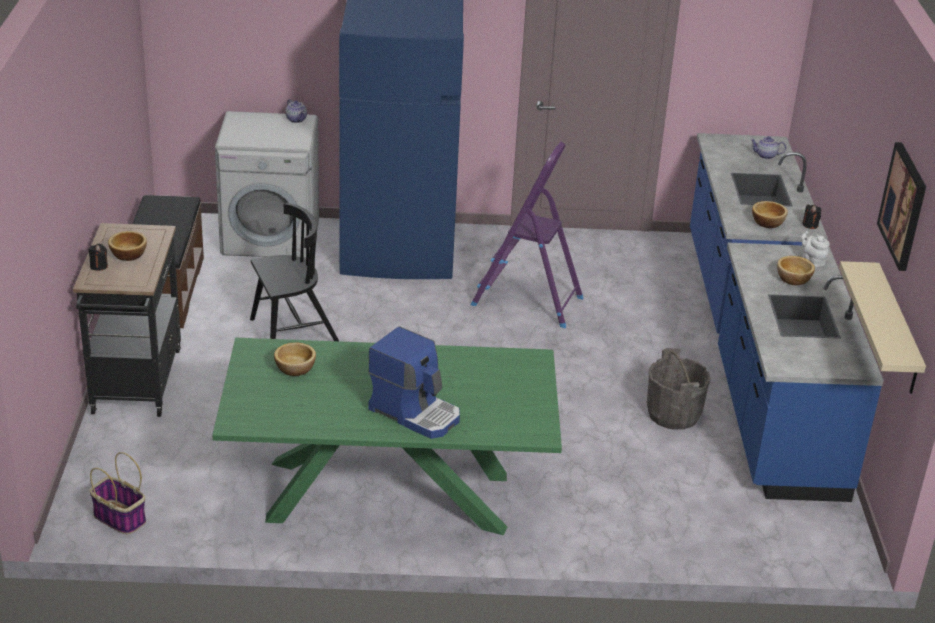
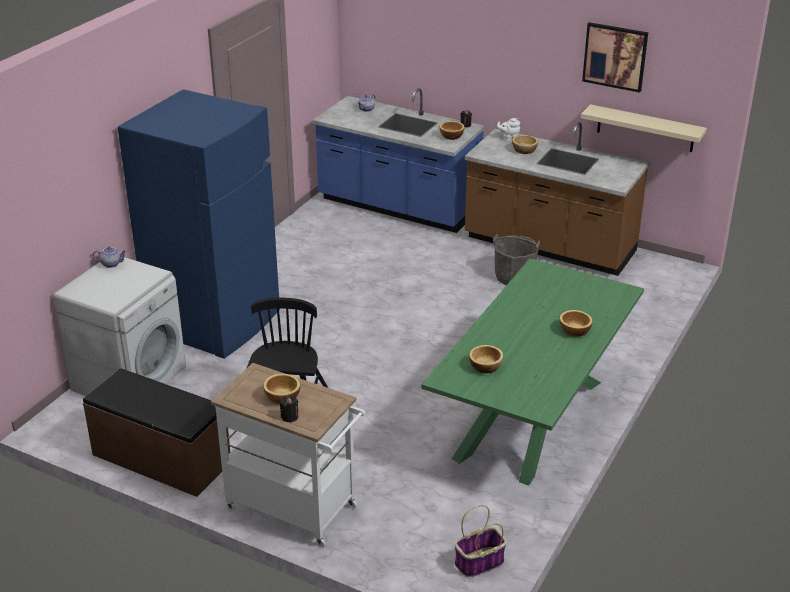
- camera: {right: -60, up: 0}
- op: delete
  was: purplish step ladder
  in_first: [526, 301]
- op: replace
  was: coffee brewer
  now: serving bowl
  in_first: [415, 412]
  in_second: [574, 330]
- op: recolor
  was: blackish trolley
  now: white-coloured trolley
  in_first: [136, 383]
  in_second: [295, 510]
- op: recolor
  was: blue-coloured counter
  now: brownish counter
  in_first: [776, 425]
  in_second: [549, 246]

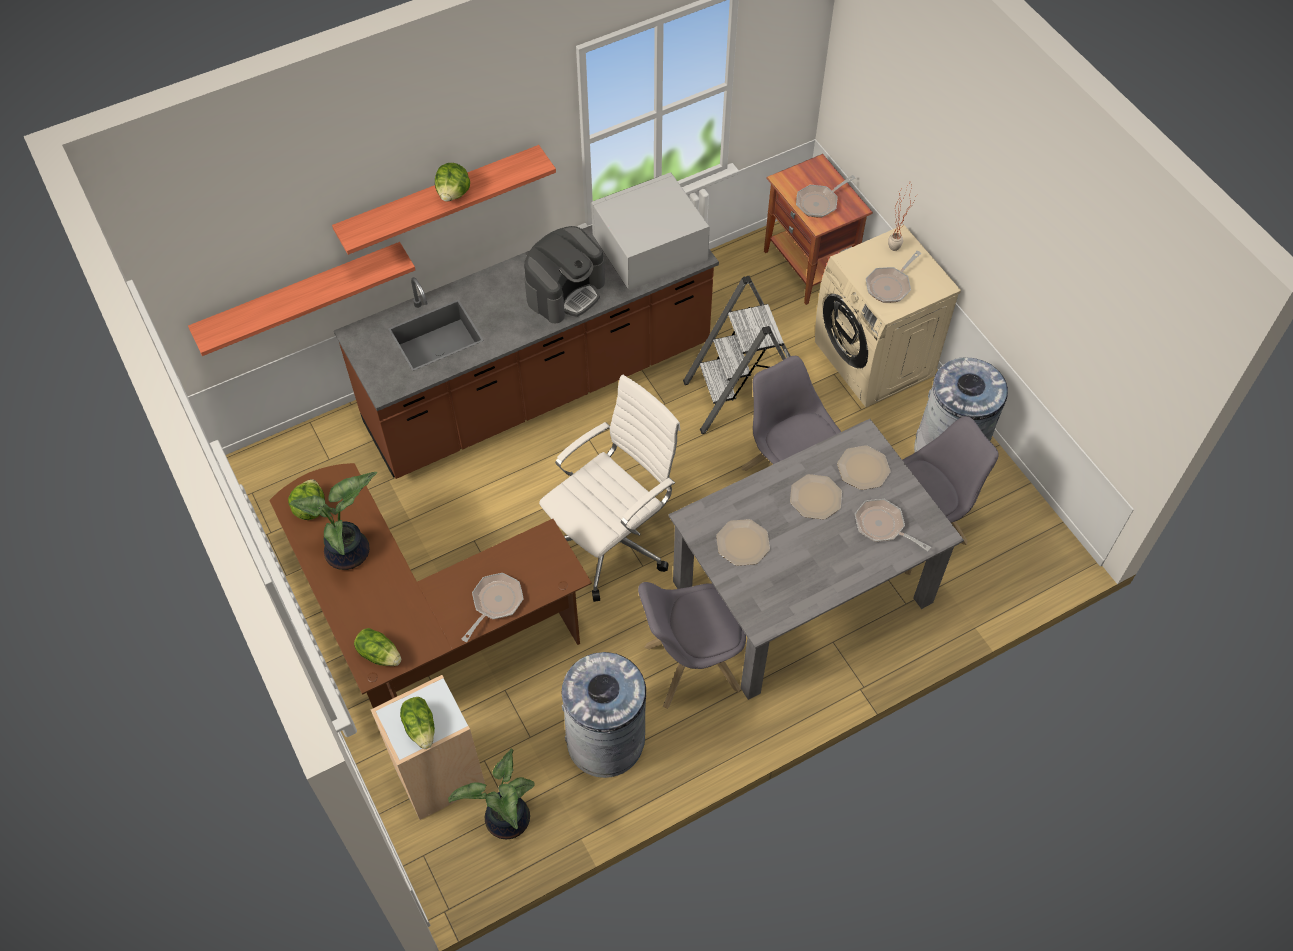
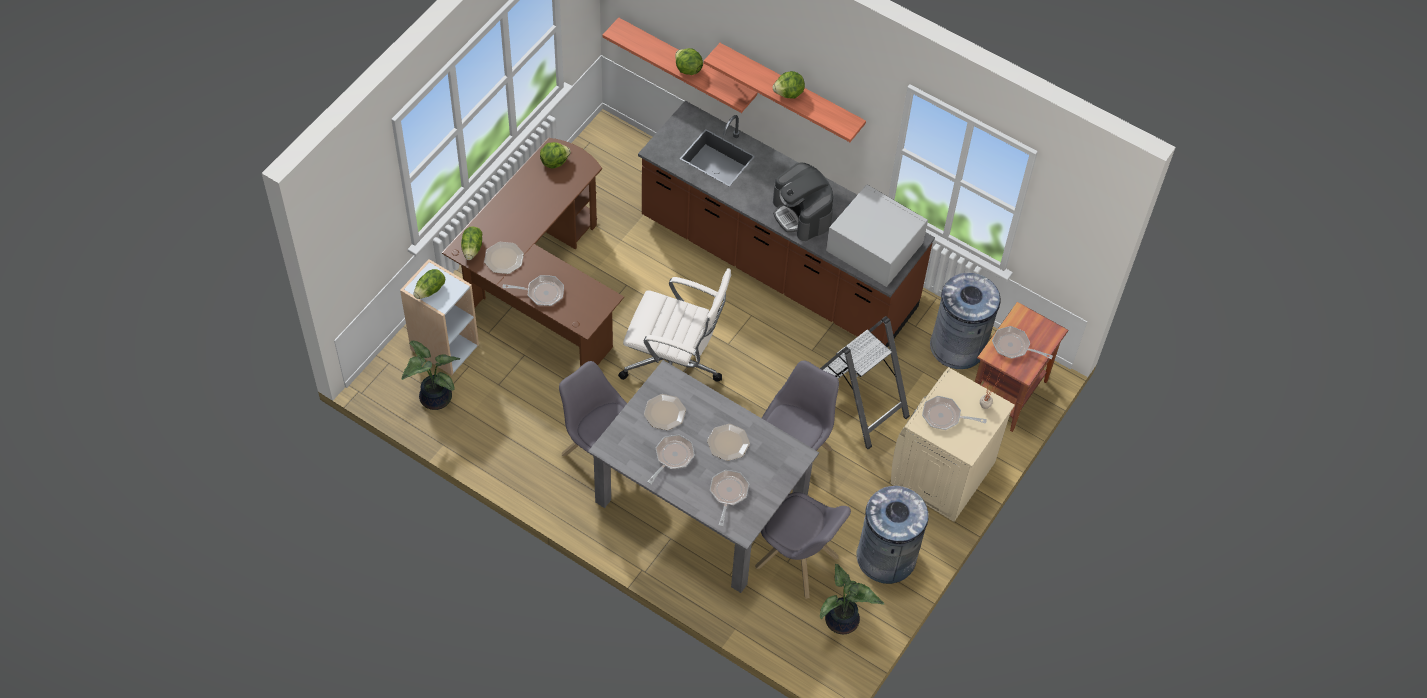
- camera: {right: 60, up: 0}
- op: insert
  now: pan
  in_second: [672, 457]
- op: insert
  now: head of lettuce
  in_second: [688, 69]
- op: move
  was: plant in a pot
  in_first: [350, 553]
  in_second: [842, 622]
- op: move
  was: grey trash can
  in_first: [606, 741]
  in_second: [958, 346]
- op: move
  was: plate
  in_first: [863, 468]
  in_second: [504, 258]
- op: rotate
  was: coffee brewer
  in_first: [565, 291]
  in_second: [802, 214]
  clockwise: 45

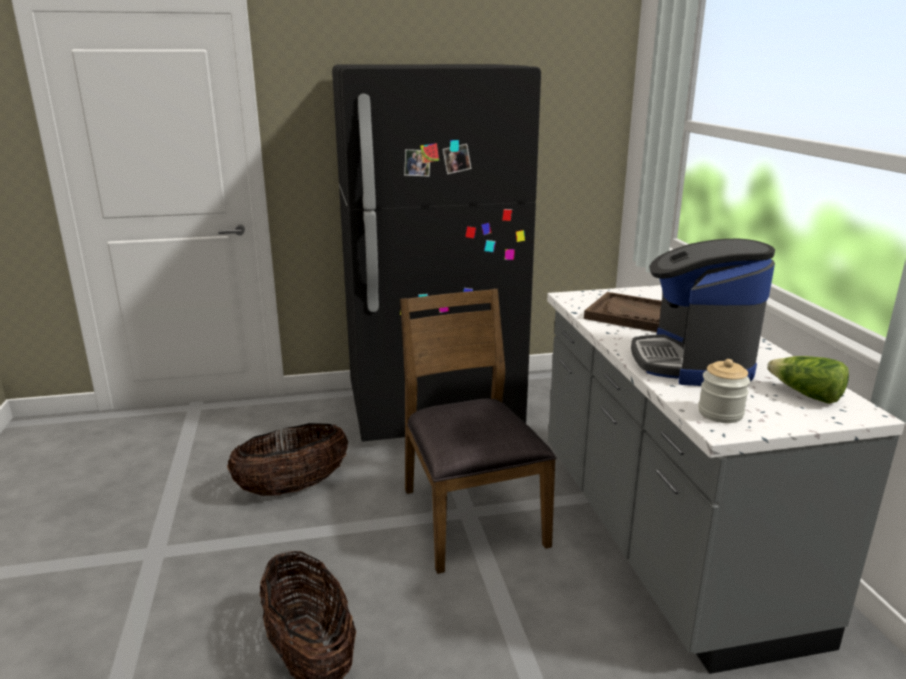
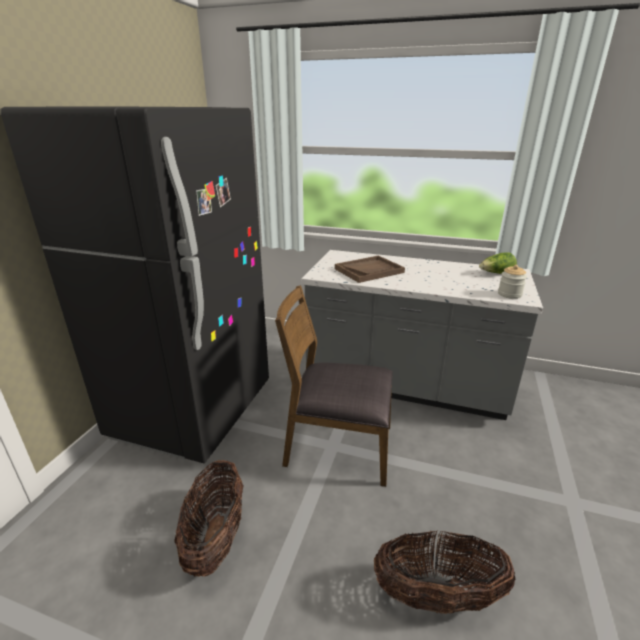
- camera: {right: -60, up: 5}
- op: delete
  was: coffee brewer
  in_first: [693, 362]

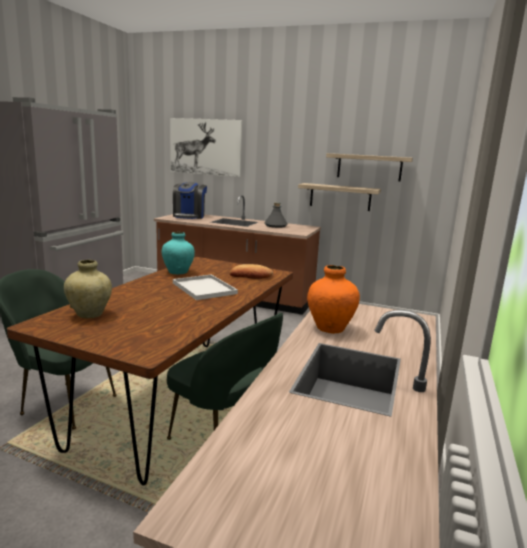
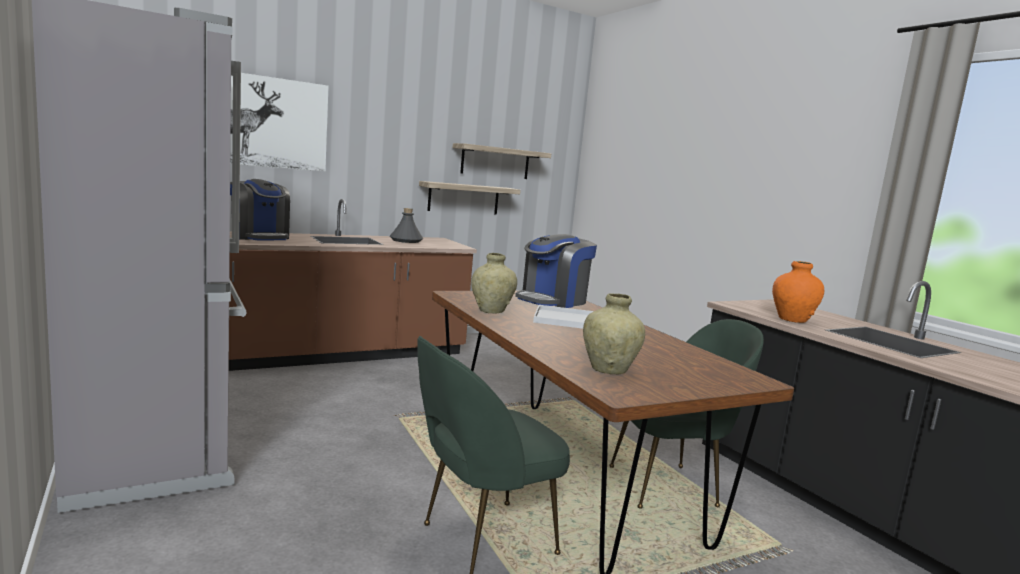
- camera: {right: -50, up: -5}
- op: replace
  was: bread
  now: coffee brewer
  in_first: [250, 276]
  in_second: [553, 300]
- op: recolor
  was: turquoise-coloured flower vase
  now: sand-coloured flower vase
  in_first: [178, 272]
  in_second: [491, 311]

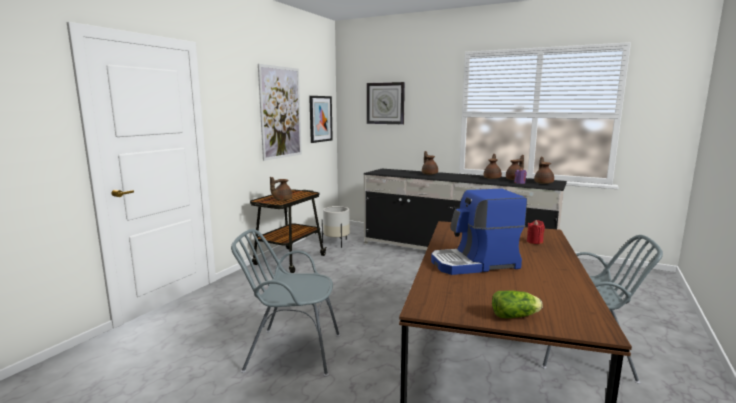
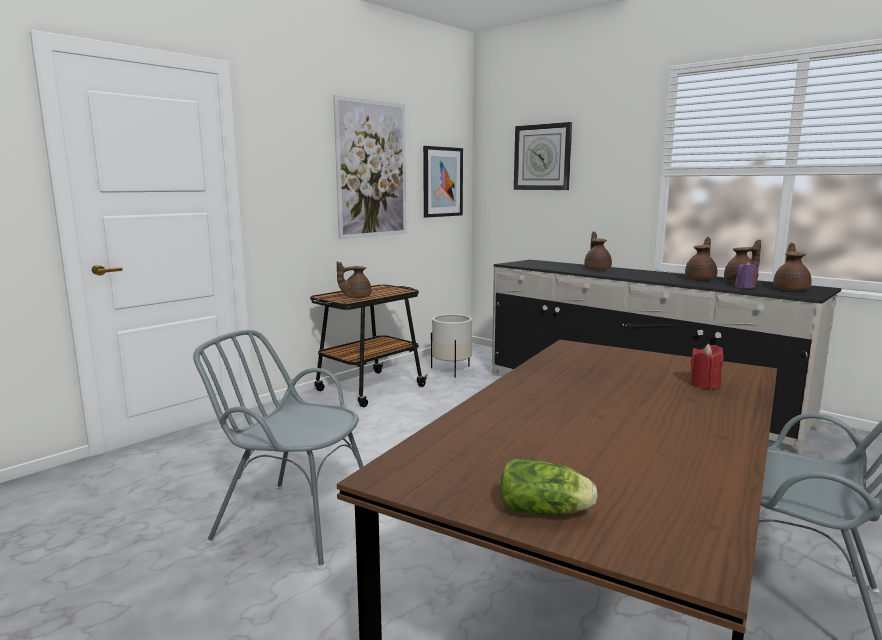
- camera: {right: 15, up: 0}
- op: delete
  was: coffee brewer
  in_first: [475, 264]

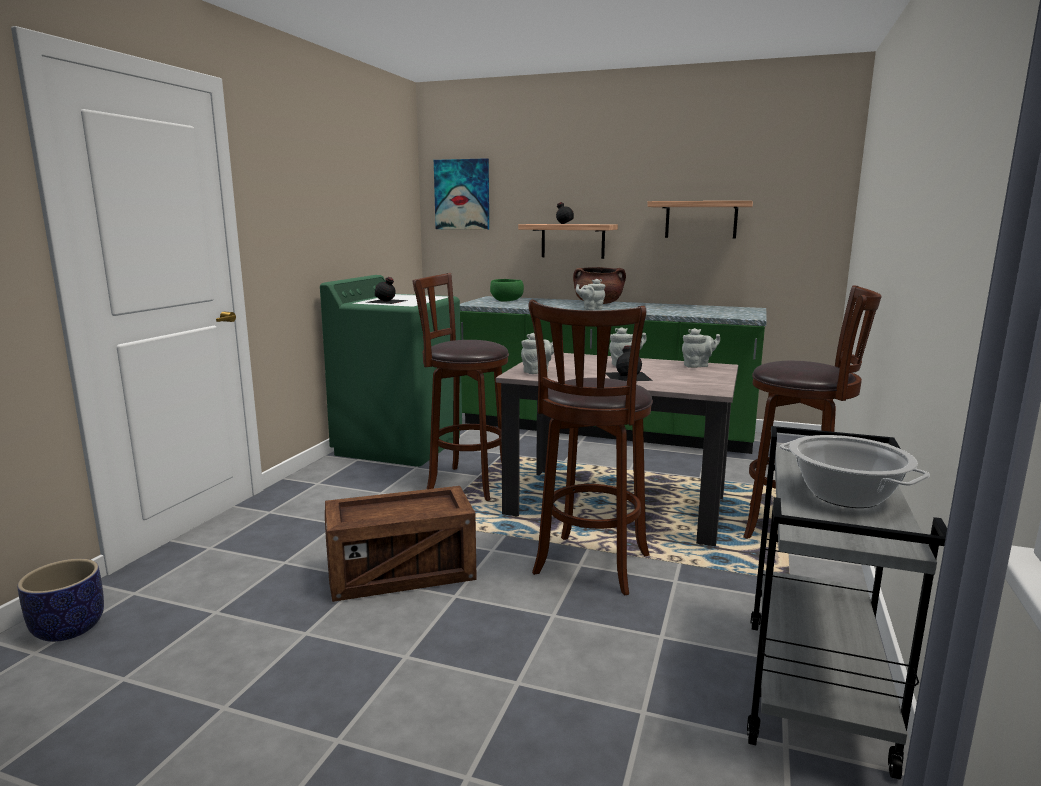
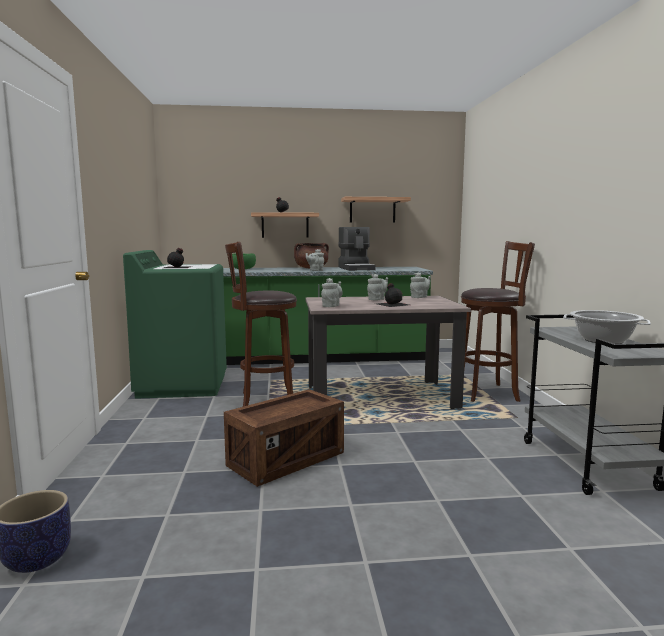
- camera: {right: -25, up: -5}
- op: delete
  was: picture
  in_first: [462, 194]
- op: delete
  was: brownish stool seat
  in_first: [590, 567]
- op: insert
  now: coffee brewer
  in_second: [356, 268]

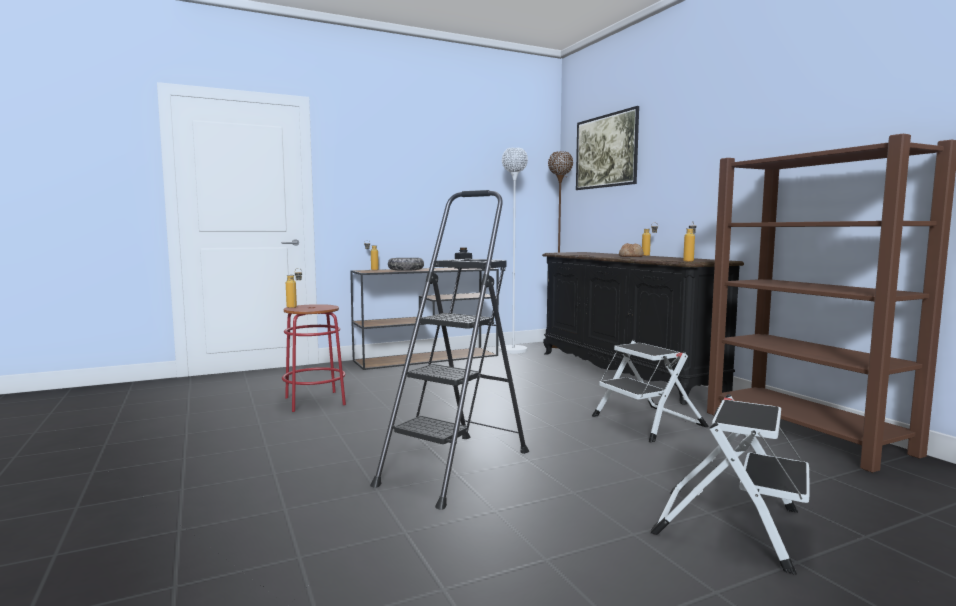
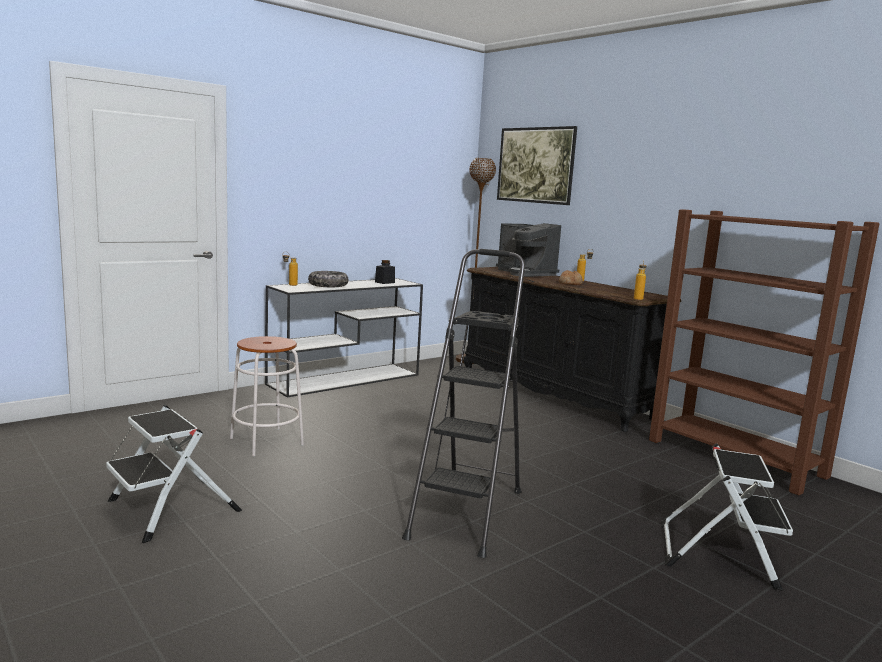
- camera: {right: -15, up: 5}
- op: delete
  was: bottle
  in_first: [295, 307]
- op: delete
  was: white-coloured standing lamp
  in_first: [513, 350]
- op: insert
  now: coffee brewer
  in_second: [526, 273]
- op: move
  was: step ladder
  in_first: [648, 422]
  in_second: [172, 507]
- op: recolor
  was: red stool seat
  now: white-coloured stool seat
  in_first: [315, 401]
  in_second: [266, 441]
- op: recolor
  was: brownish console table
  now: white-coloured console table
  in_first: [428, 358]
  in_second: [346, 379]

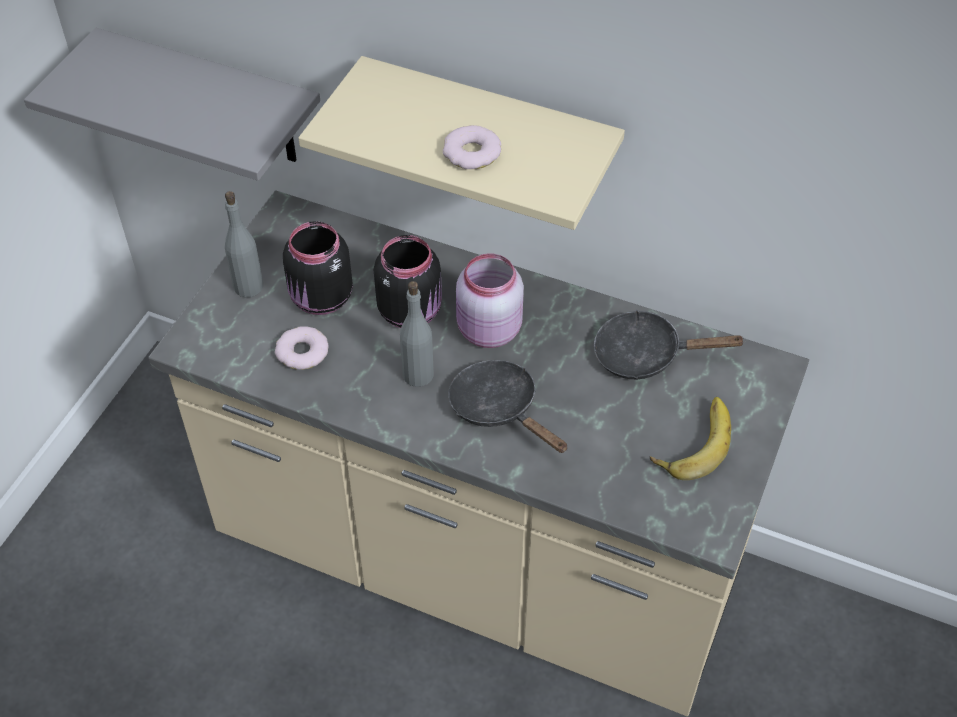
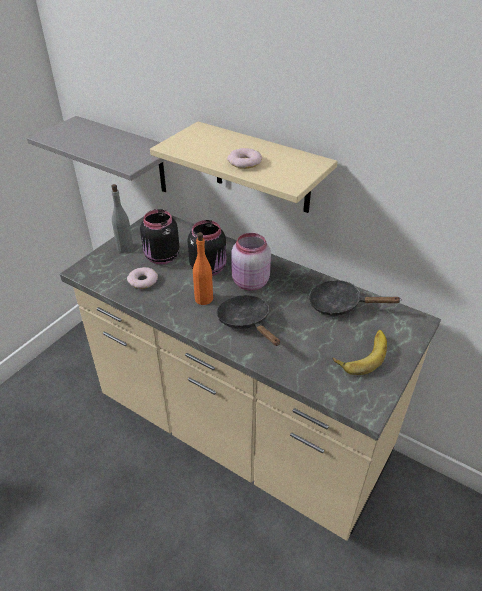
- camera: {right: 10, up: -10}
- op: recolor
  was: grey bottle
  now: orange bottle
  in_first: [418, 374]
  in_second: [204, 299]

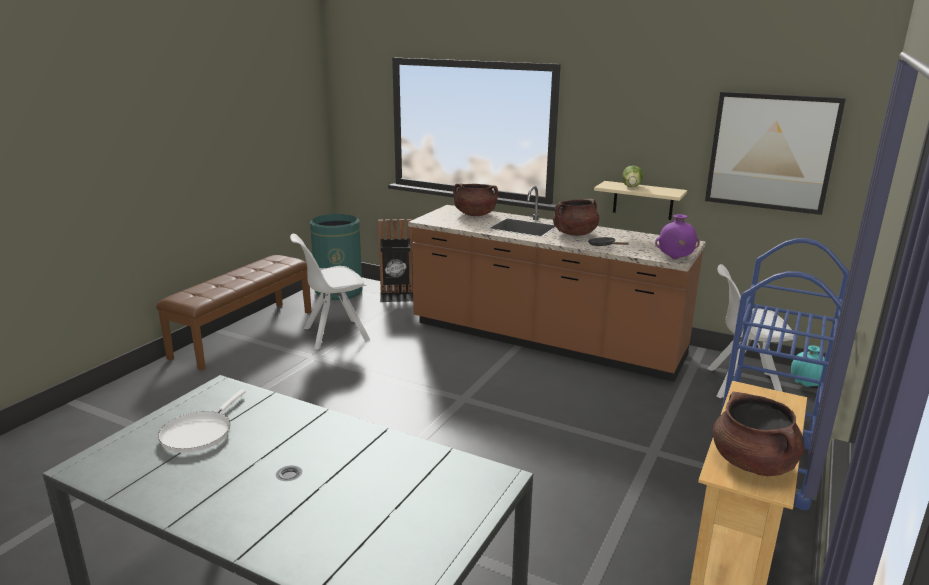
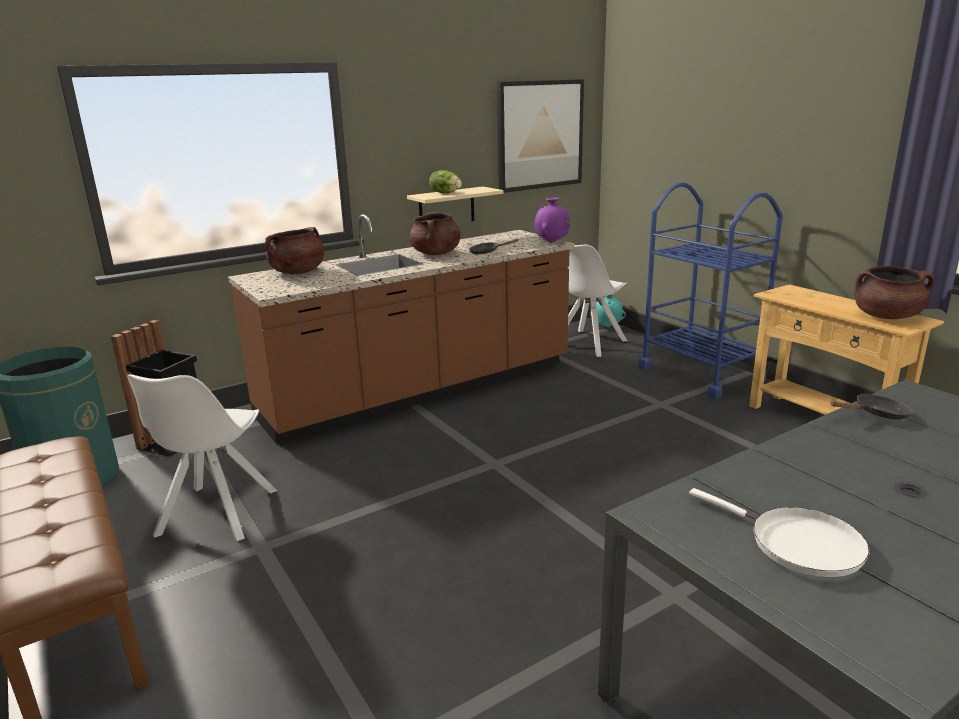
- camera: {right: -60, up: 0}
- op: insert
  now: blackish pan
  in_second: [876, 414]

